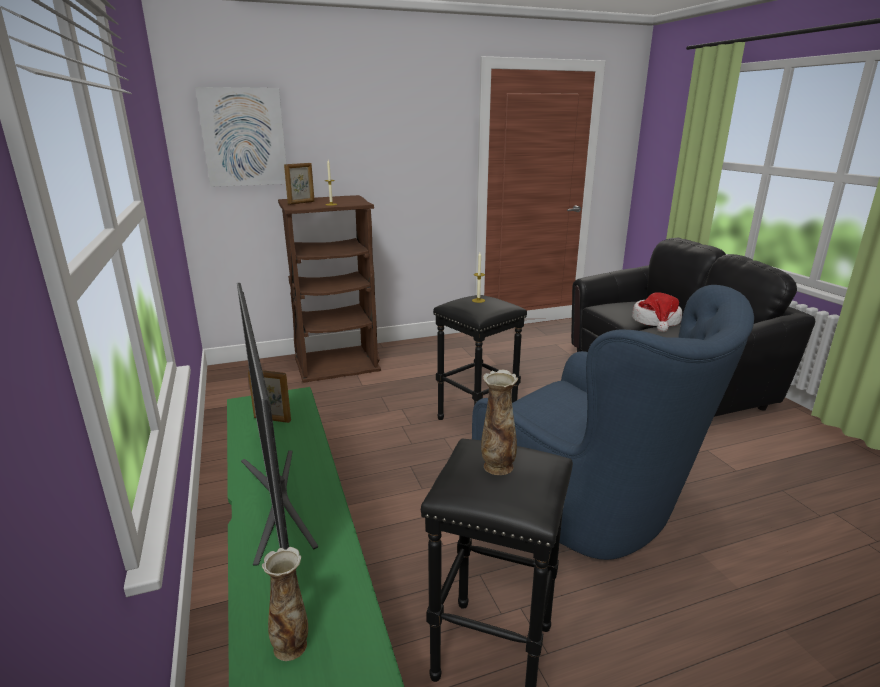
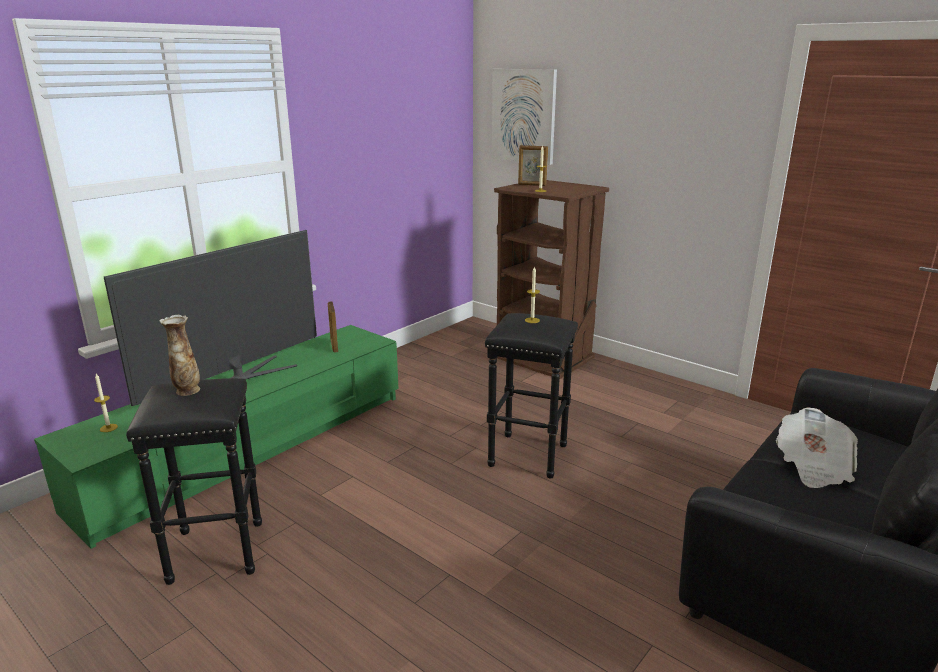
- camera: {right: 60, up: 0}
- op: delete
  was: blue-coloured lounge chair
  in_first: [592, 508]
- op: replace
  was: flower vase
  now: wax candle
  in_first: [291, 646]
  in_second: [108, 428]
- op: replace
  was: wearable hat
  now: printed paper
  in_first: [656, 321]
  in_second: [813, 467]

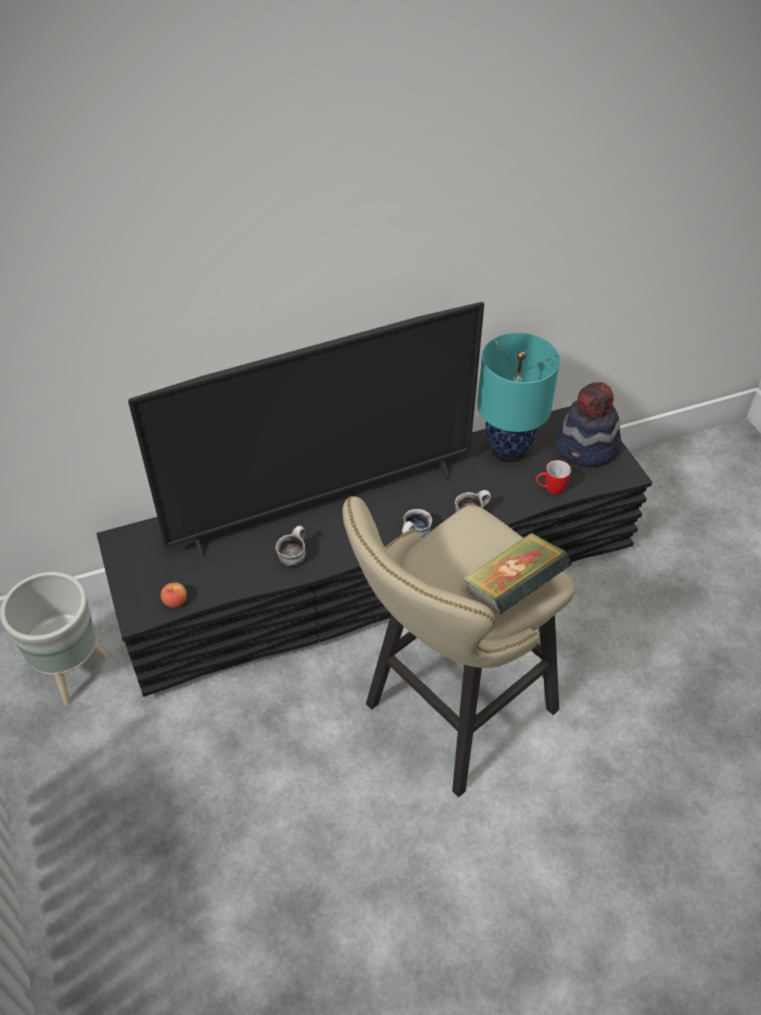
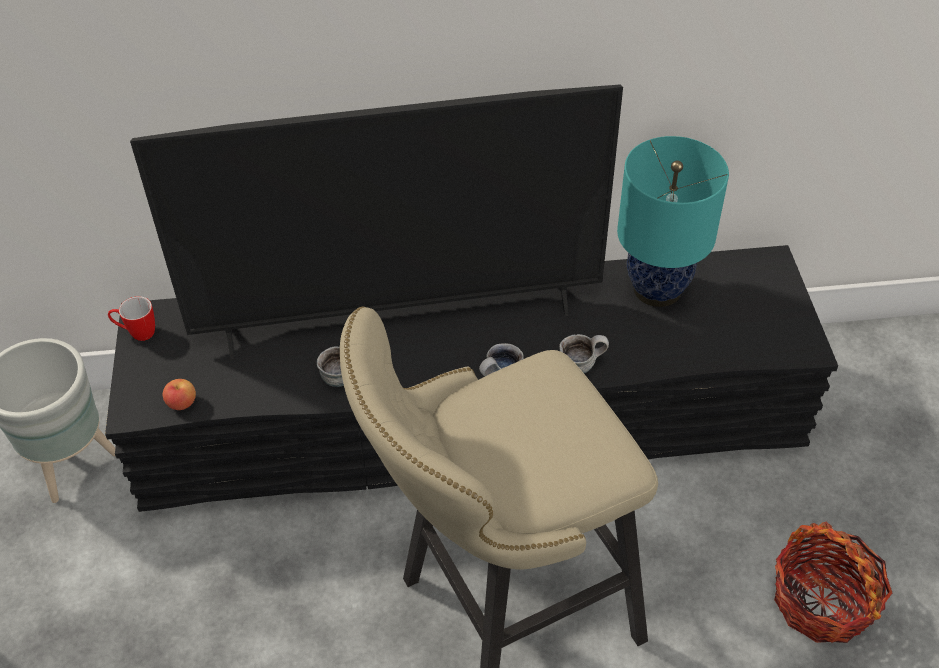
- camera: {right: 15, up: 0}
- op: delete
  was: bound book
  in_first: [513, 590]
- op: delete
  was: wearable hat
  in_first: [587, 448]
- op: insert
  now: basket
  in_second: [821, 601]
- op: move
  was: tea mug
  in_first: [550, 489]
  in_second: [137, 333]

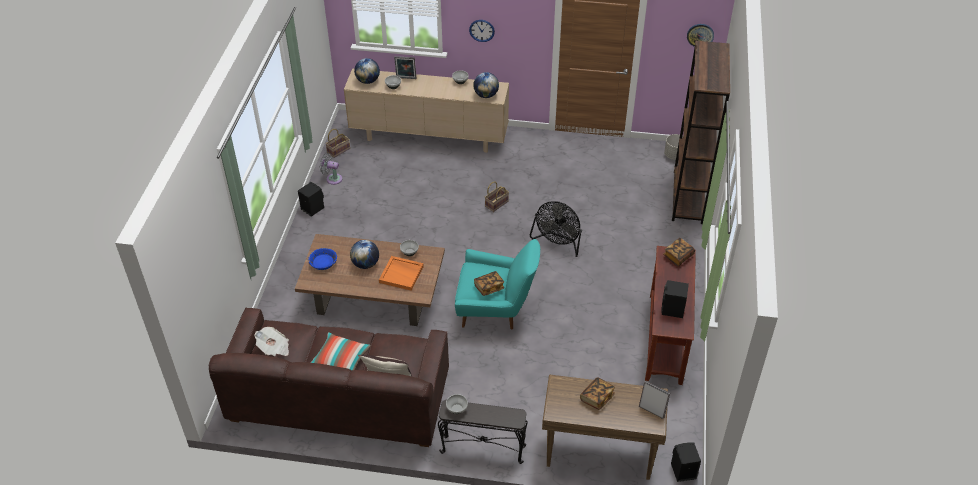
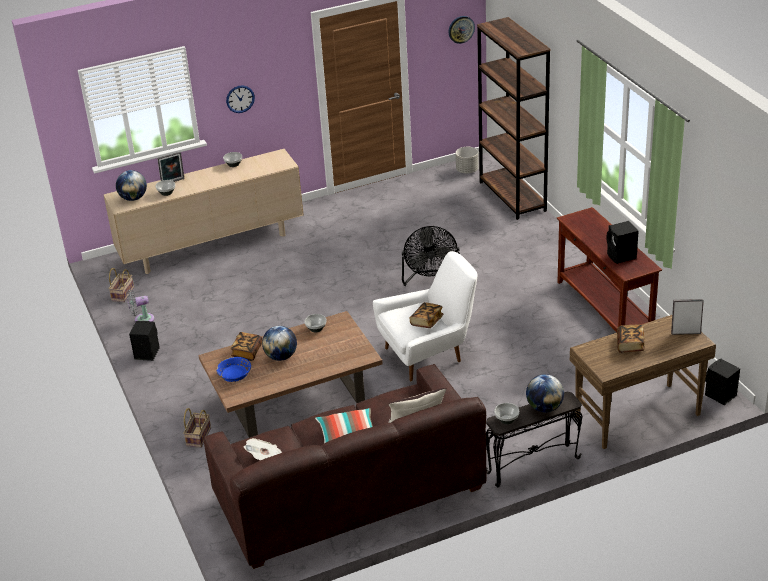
- camera: {right: -30, up: -10}
- op: delete
  was: orange carrying tray
  in_first: [401, 274]
- op: move
  was: globe
  in_first: [486, 95]
  in_second: [544, 407]
- op: move
  was: basket
  in_first: [496, 203]
  in_second: [198, 436]
- op: move
  was: bound book
  in_first: [678, 256]
  in_second: [247, 352]
- op: recolor
  was: turquoise-coloured lounge chair
  now: white-coloured lounge chair
  in_first: [495, 310]
  in_second: [428, 355]

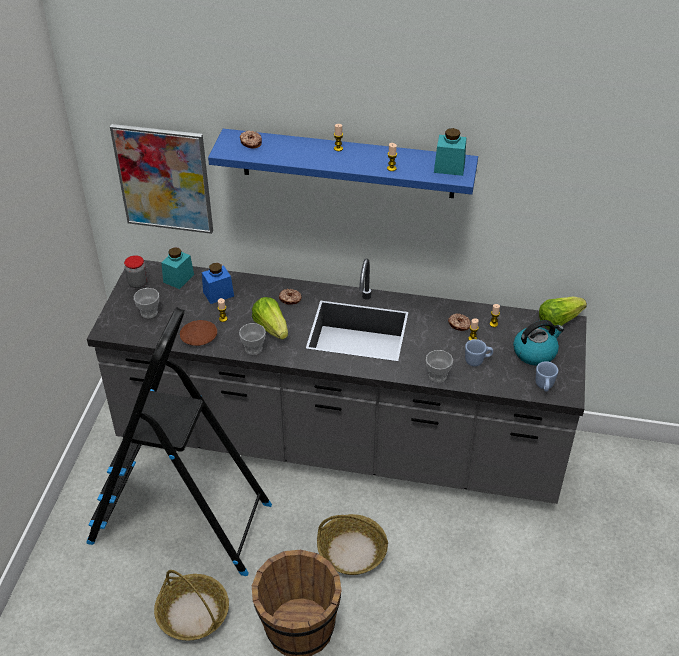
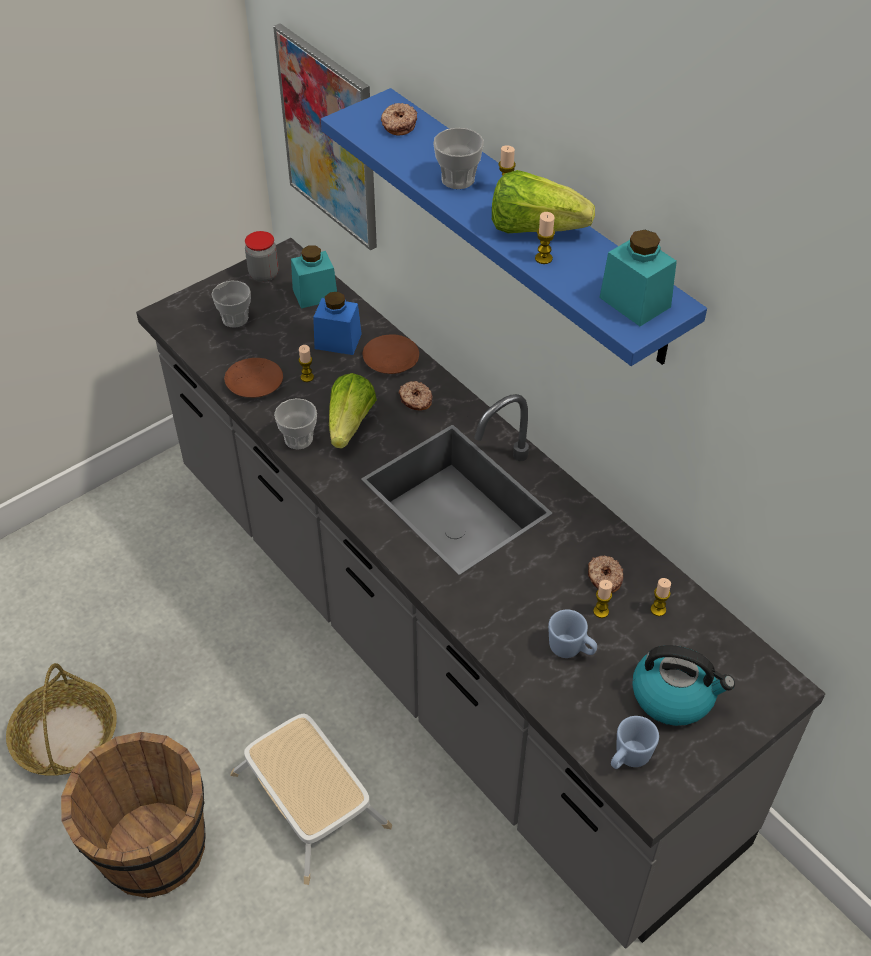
- camera: {right: 40, up: 5}
- op: delete
  was: blackish step ladder
  in_first: [179, 523]
- op: insert
  now: brownish plate
  in_second: [391, 360]
- op: move
  was: small cup
  in_first: [437, 376]
  in_second: [458, 179]
- op: move
  was: head of lettuce
  in_first: [558, 321]
  in_second: [535, 228]
- op: replace
  was: basket
  now: sand-coloured step ladder
  in_first: [352, 551]
  in_second: [309, 800]

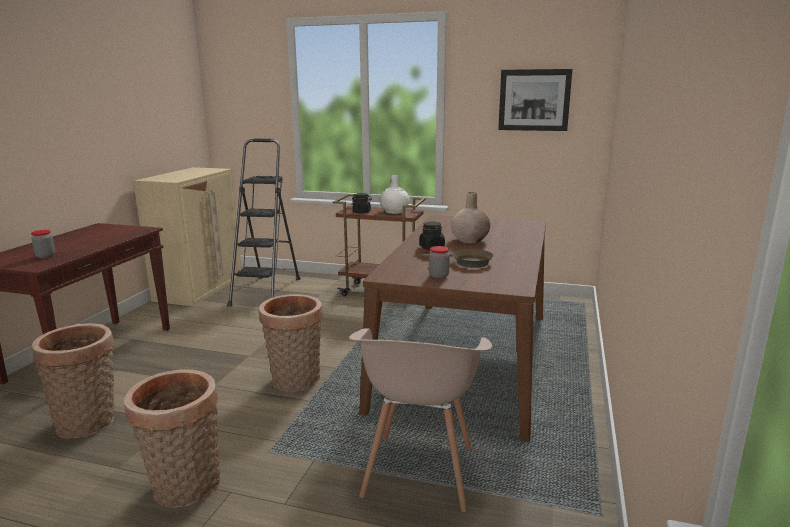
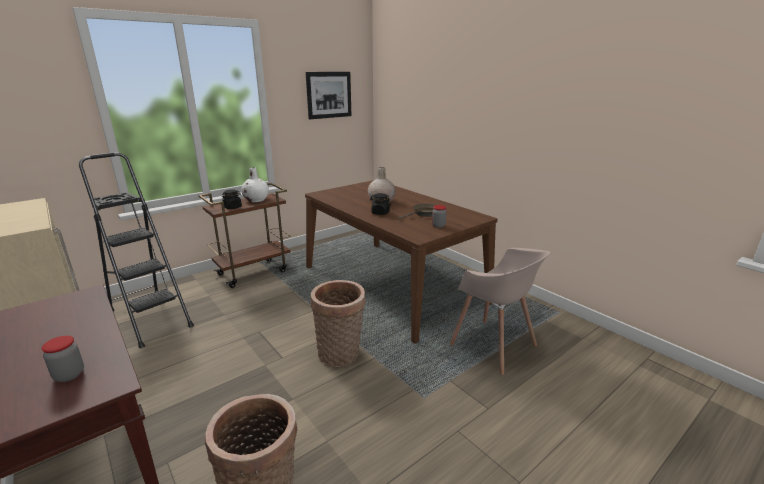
- camera: {right: -55, up: 5}
- op: delete
  was: basket
  in_first: [185, 489]

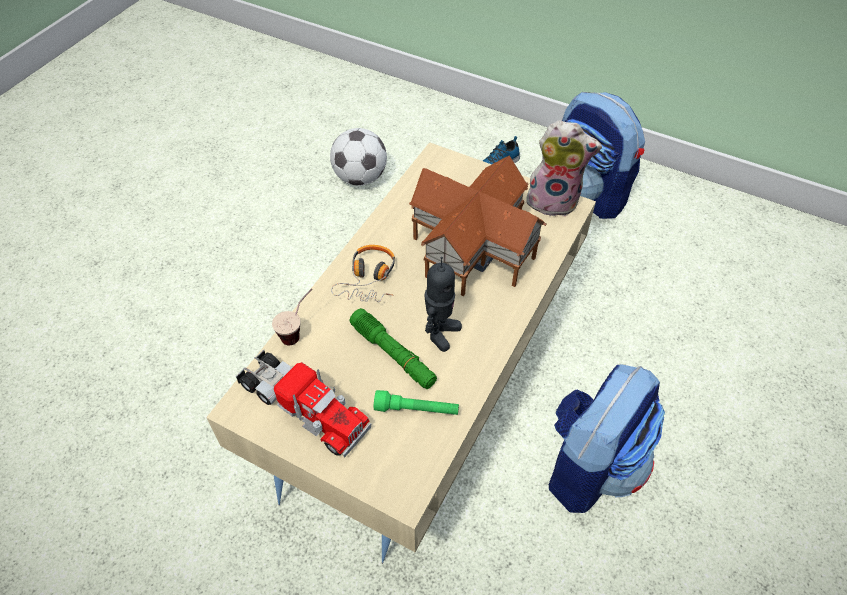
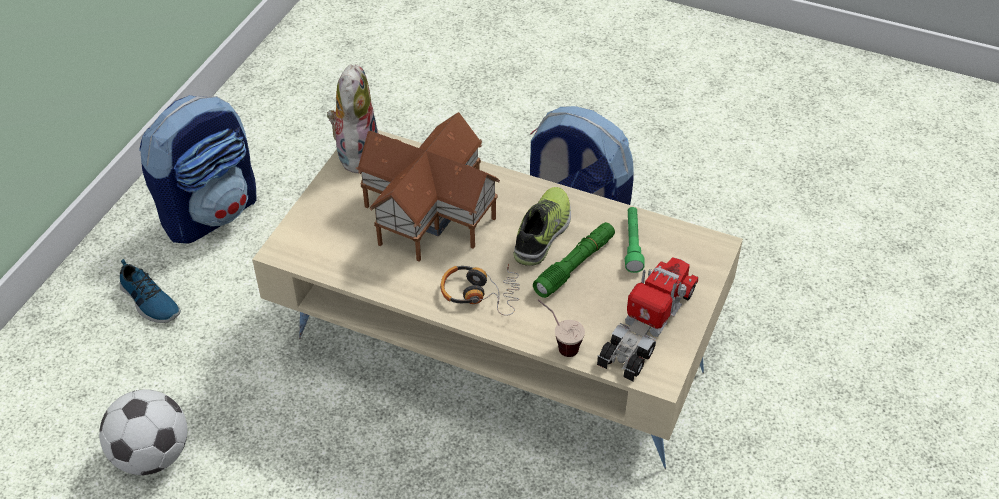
- camera: {right: -95, up: -5}
- op: replace
  was: model robot
  now: low shoe
  in_first: [440, 333]
  in_second: [543, 232]

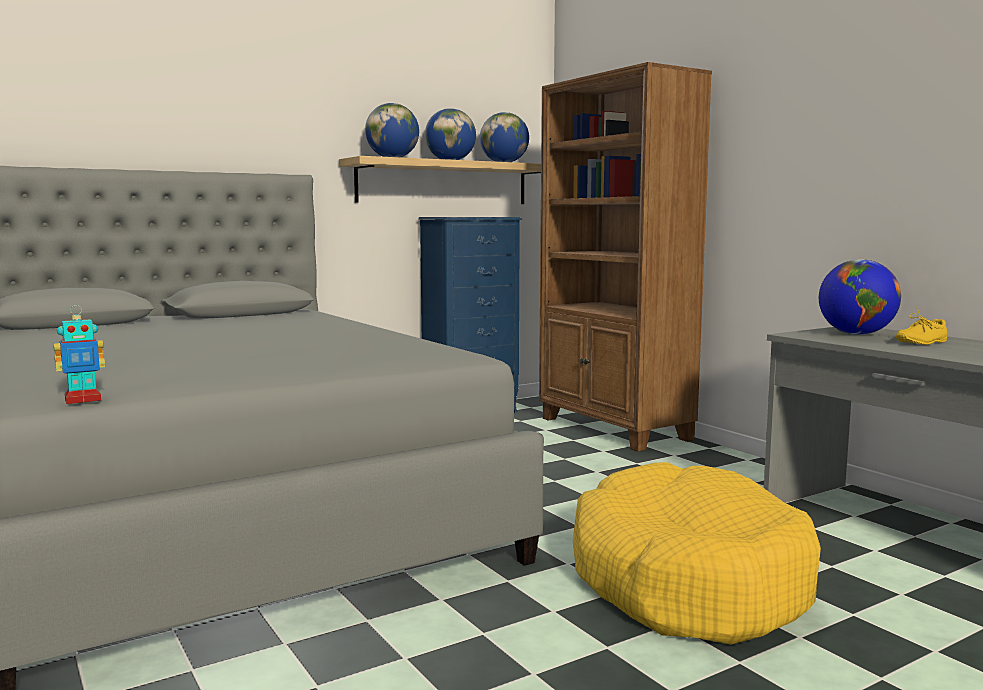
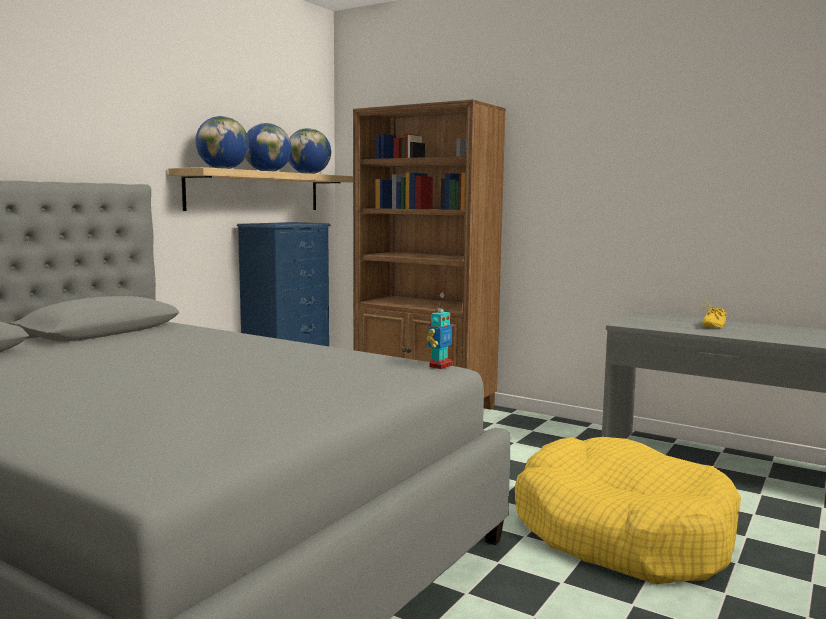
- camera: {right: -25, up: 0}
- op: delete
  was: globe
  in_first: [856, 334]
- op: move
  was: model robot
  in_first: [83, 400]
  in_second: [440, 366]

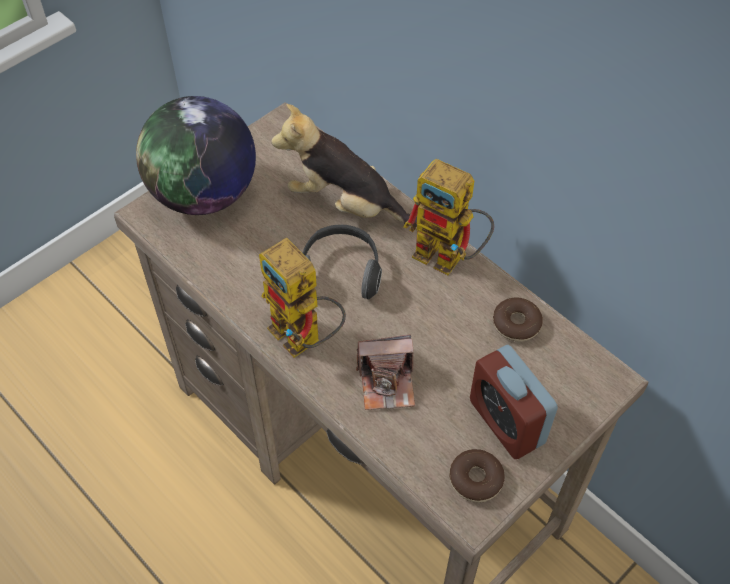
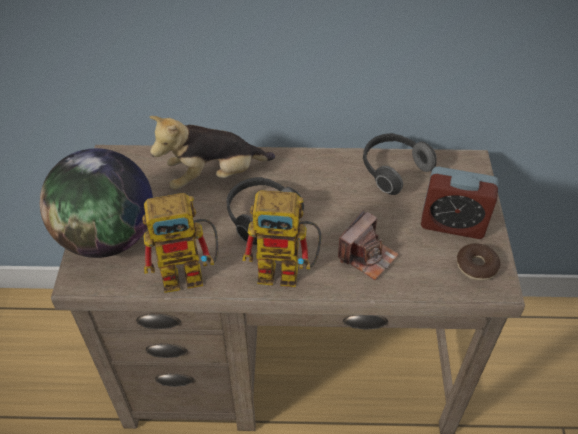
- camera: {right: -45, up: -5}
- op: move
  was: model robot
  in_first: [449, 257]
  in_second: [191, 272]
- op: replace
  was: doughnut
  now: headphones
  in_first: [516, 324]
  in_second: [393, 170]

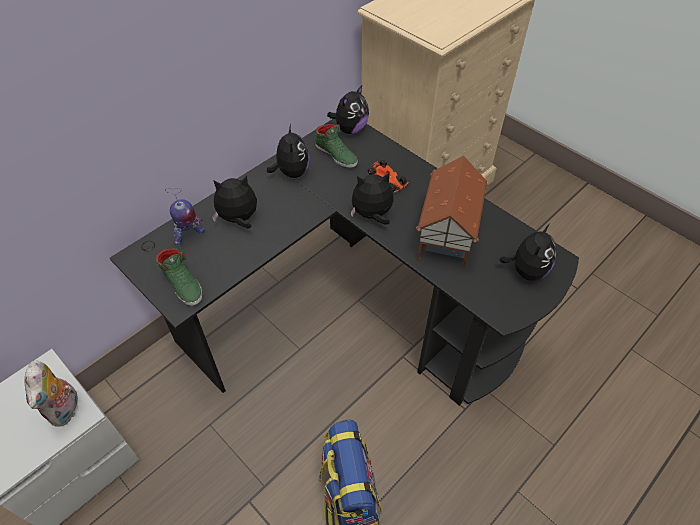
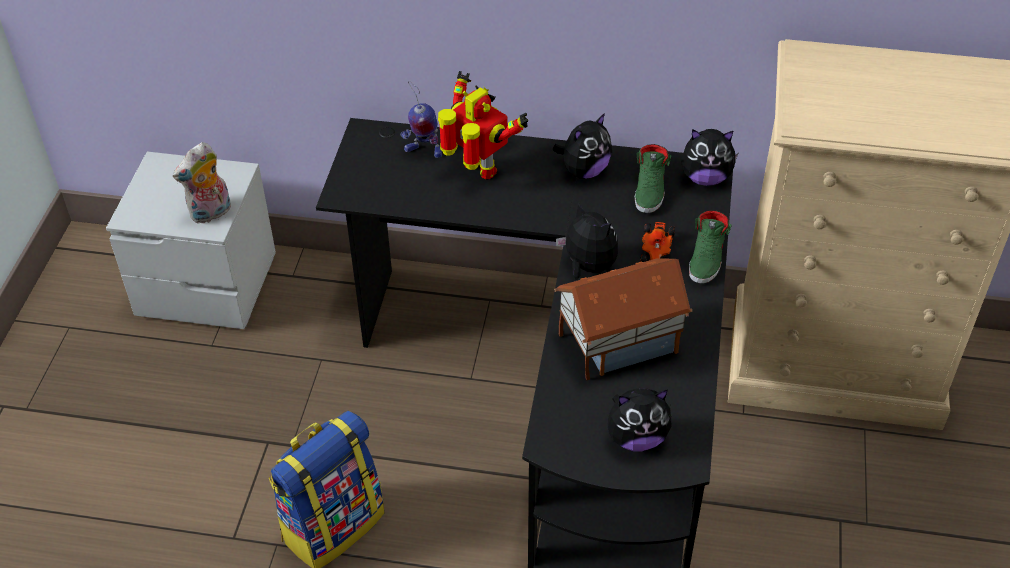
- camera: {right: 55, up: -5}
- op: move
  was: green-coloured low shoe
  in_first: [183, 283]
  in_second: [707, 258]
- op: replace
  was: plush toy
  now: model robot
  in_first: [239, 219]
  in_second: [478, 171]

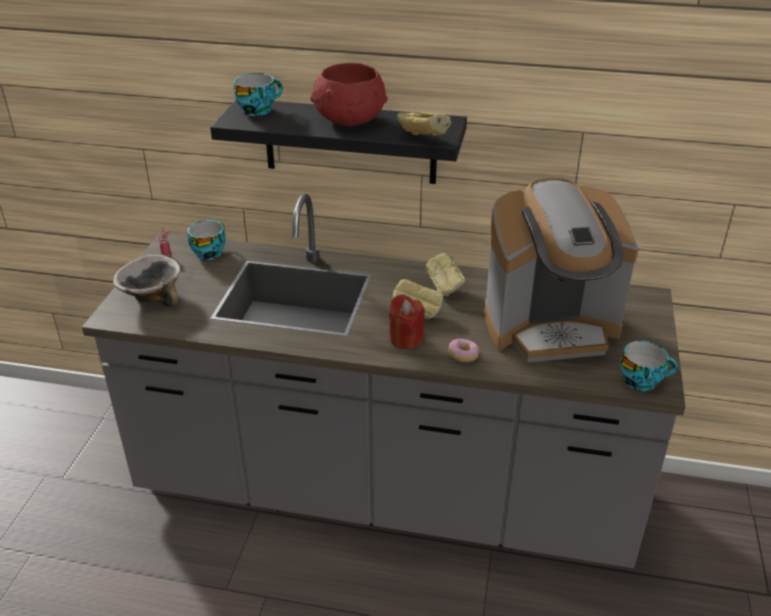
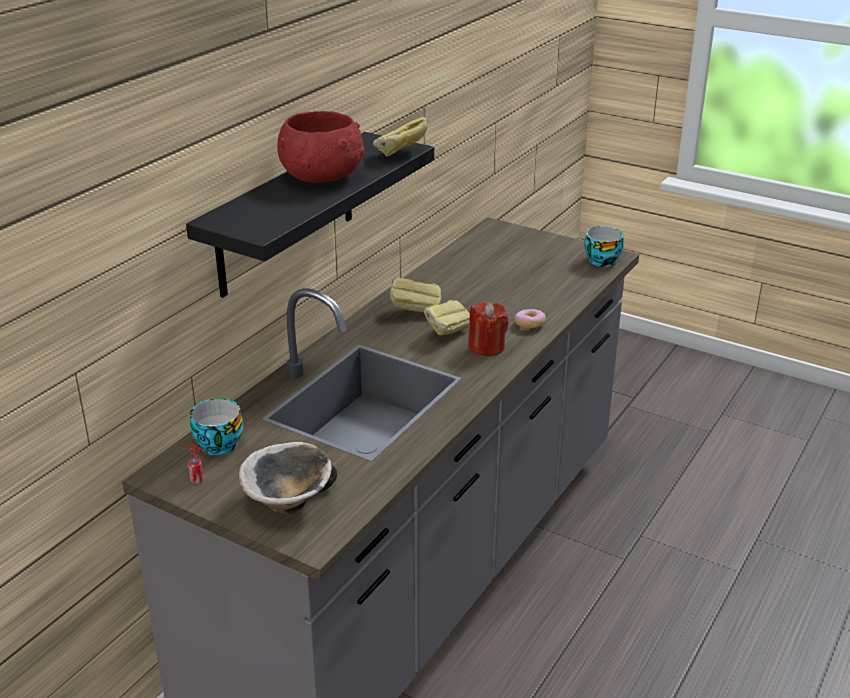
- camera: {right: -70, up: -5}
- op: delete
  was: small cup
  in_first: [258, 110]
- op: delete
  was: coffee brewer
  in_first: [550, 327]

